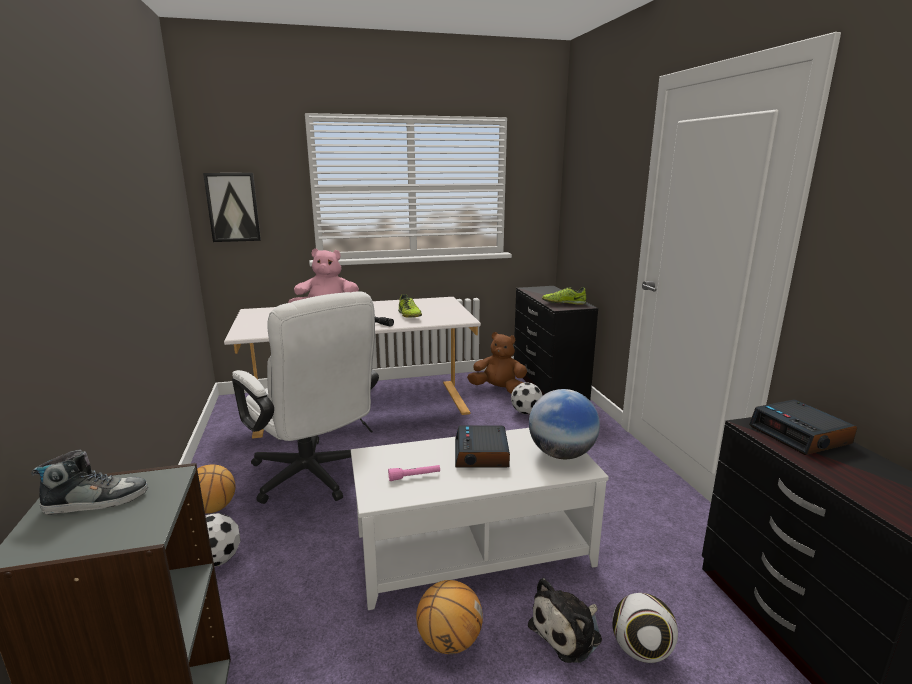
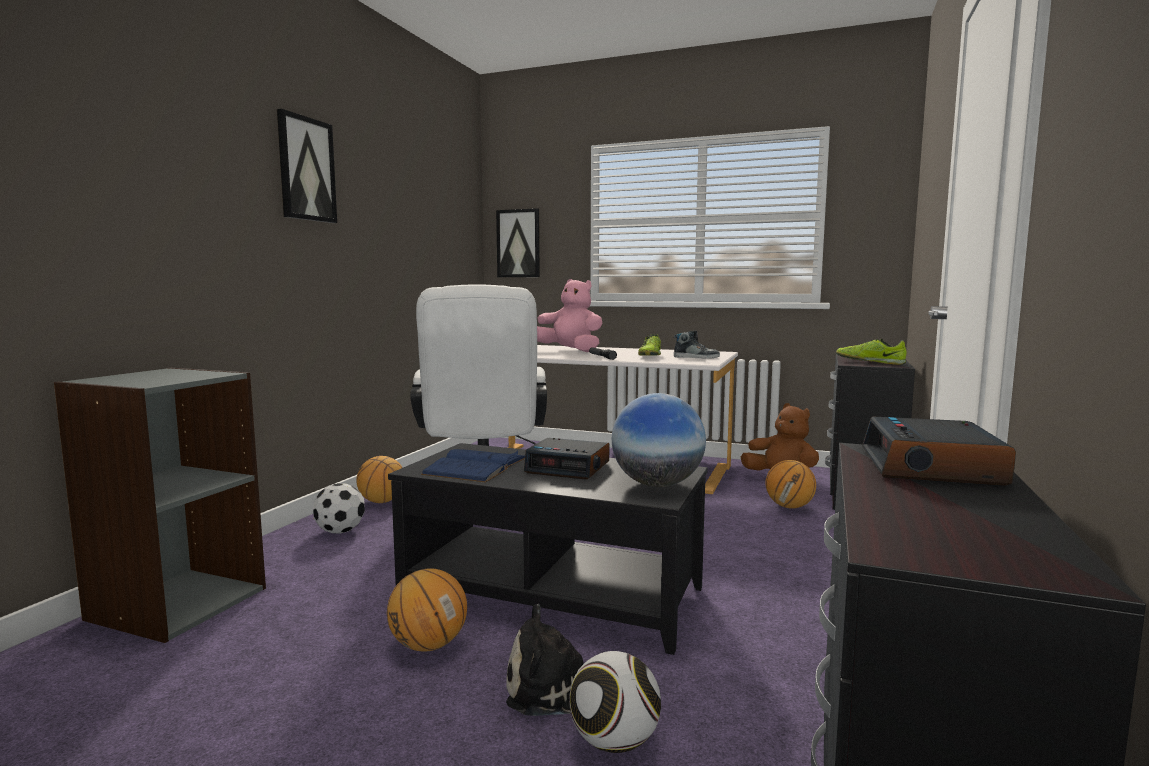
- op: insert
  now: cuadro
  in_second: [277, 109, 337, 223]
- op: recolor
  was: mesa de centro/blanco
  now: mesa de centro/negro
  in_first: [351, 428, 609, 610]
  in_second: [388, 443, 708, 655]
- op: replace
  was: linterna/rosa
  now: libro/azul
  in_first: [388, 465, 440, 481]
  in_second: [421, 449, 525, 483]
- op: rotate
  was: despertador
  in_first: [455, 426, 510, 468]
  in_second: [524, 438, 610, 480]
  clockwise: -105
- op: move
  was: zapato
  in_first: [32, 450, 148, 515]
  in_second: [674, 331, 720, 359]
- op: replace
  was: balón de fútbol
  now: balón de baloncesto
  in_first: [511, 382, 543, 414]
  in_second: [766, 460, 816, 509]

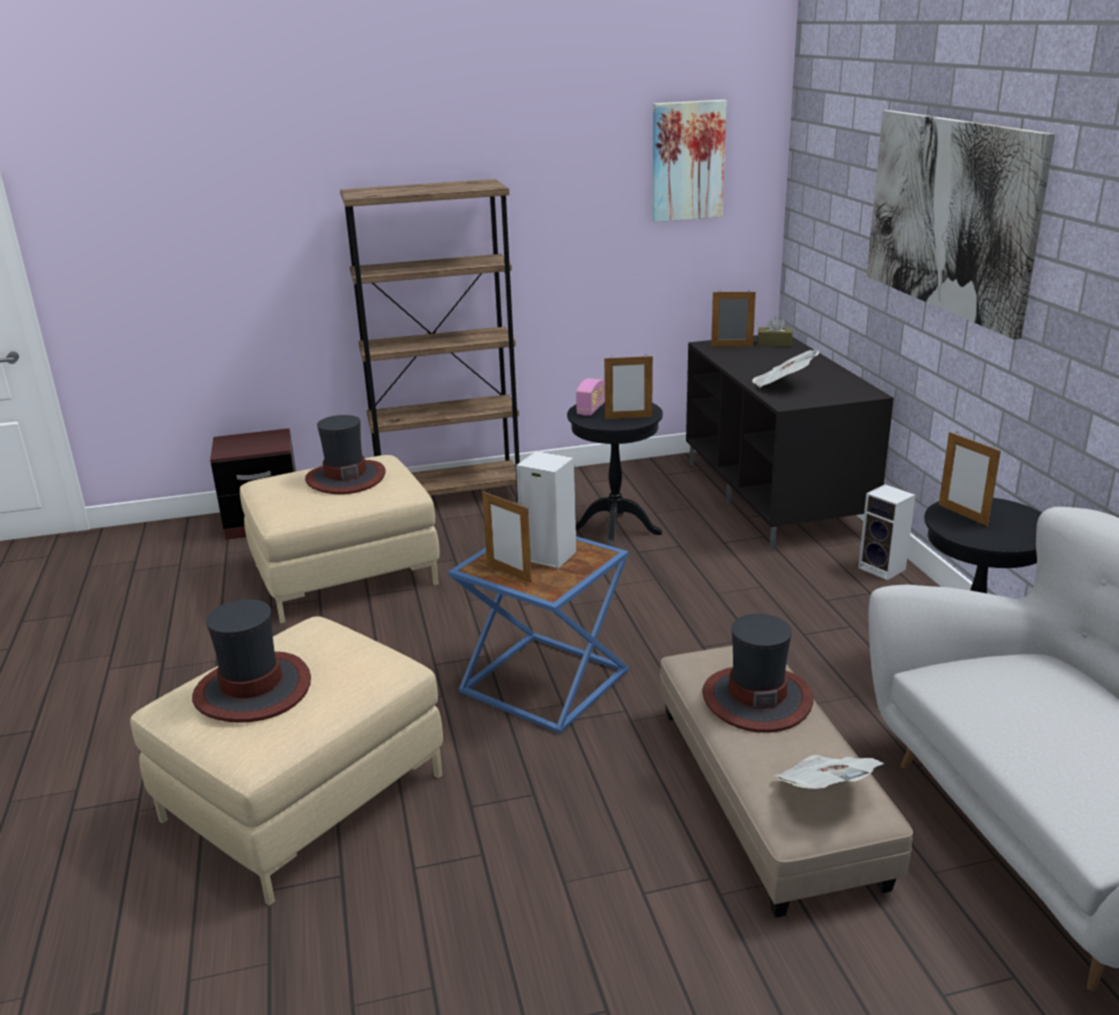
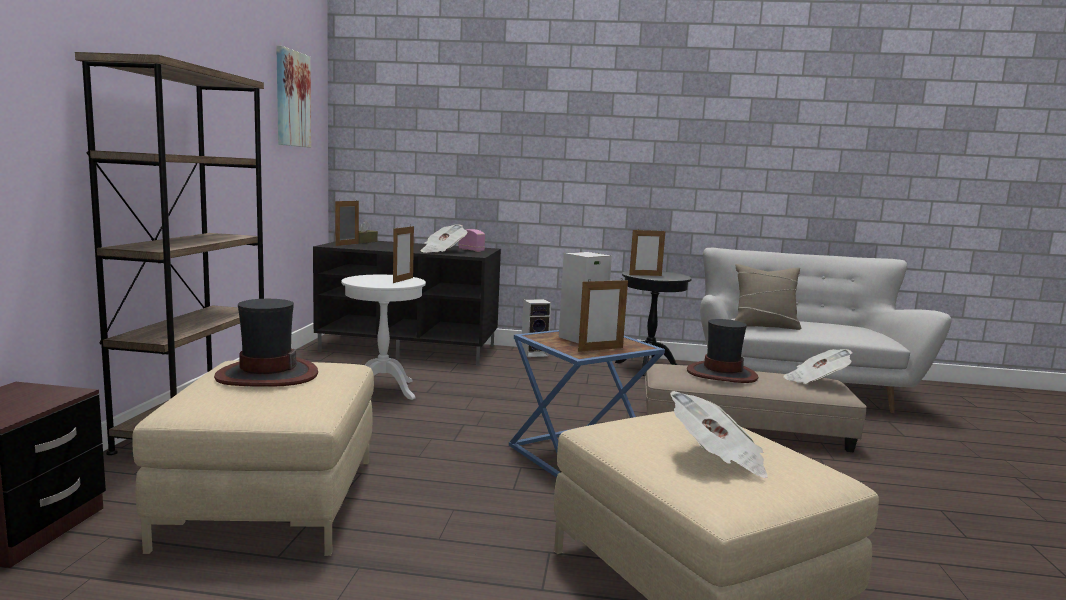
- op: recolor
  was: mesa auxiliar/negro
  now: mesa auxiliar/blanco
  in_first: [567, 402, 663, 547]
  in_second: [341, 275, 426, 400]
- op: move
  was: radio
  in_first: [576, 378, 605, 416]
  in_second: [458, 229, 485, 252]
- op: replace
  was: sombrero
  now: periódico
  in_first: [192, 599, 311, 723]
  in_second: [670, 391, 768, 478]
- op: insert
  now: cojín/beis
  in_second: [735, 264, 801, 330]
- op: delete
  was: cuadro
  in_first: [866, 110, 1055, 340]

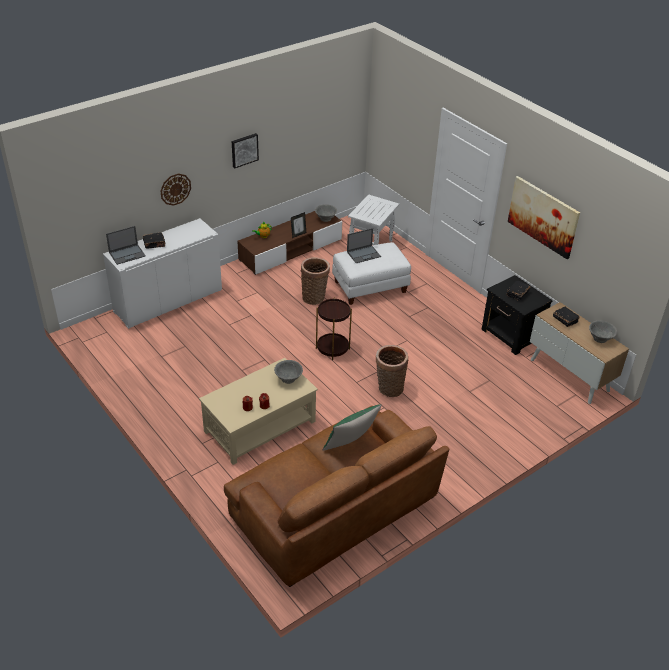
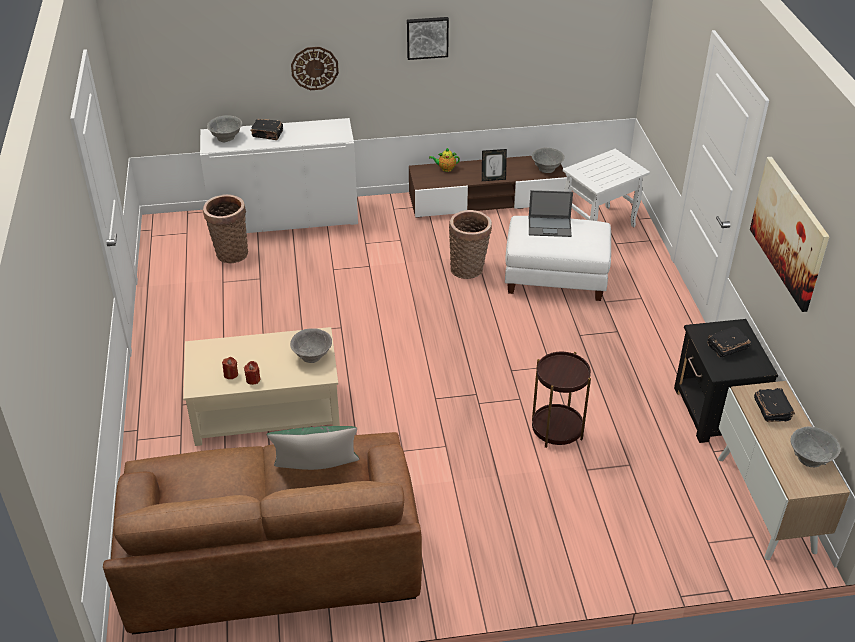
- op: move
  was: cesta
  in_first: [376, 345, 408, 397]
  in_second: [203, 194, 248, 263]
- op: replace
  was: portátil
  now: cuenco/gris
  in_first: [106, 226, 146, 265]
  in_second: [207, 115, 242, 142]
- op: move
  was: mesa auxiliar/marrón
  in_first: [316, 298, 352, 360]
  in_second: [532, 352, 591, 448]

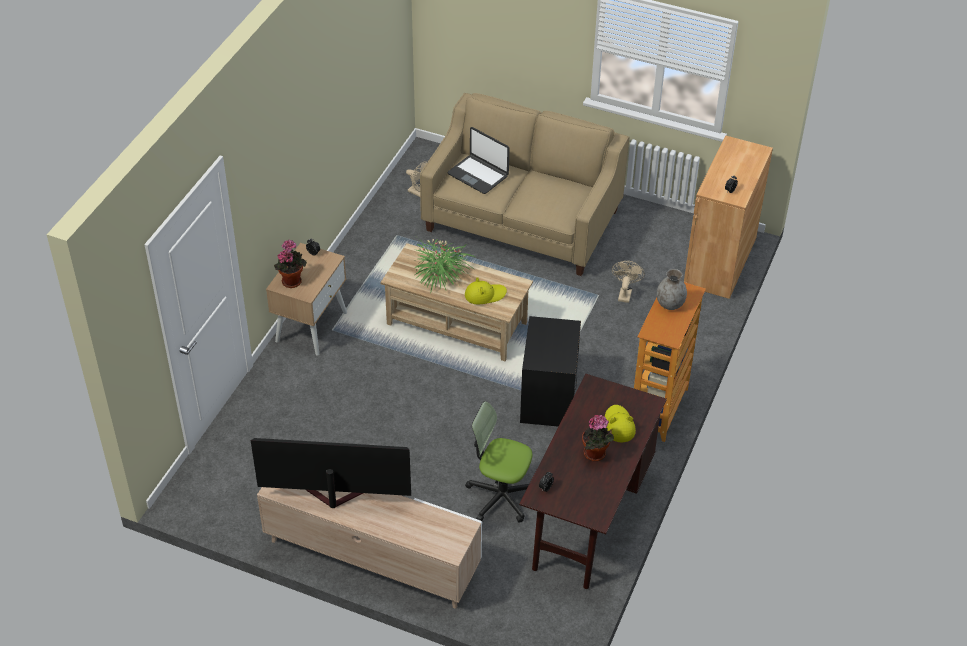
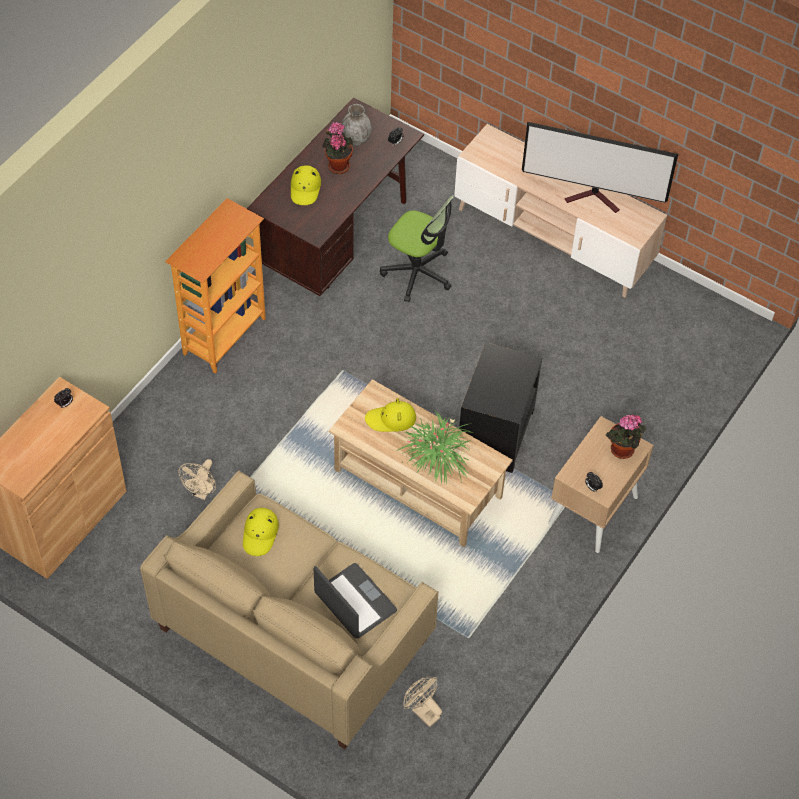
- op: insert
  now: sombrero/amarillo
  in_second: [243, 508, 279, 556]
- op: move
  was: florero/gris
  in_first: [657, 269, 687, 310]
  in_second: [342, 104, 372, 146]
- op: move
  was: mesa auxiliar/negro
  in_first: [520, 316, 581, 427]
  in_second: [459, 342, 542, 473]

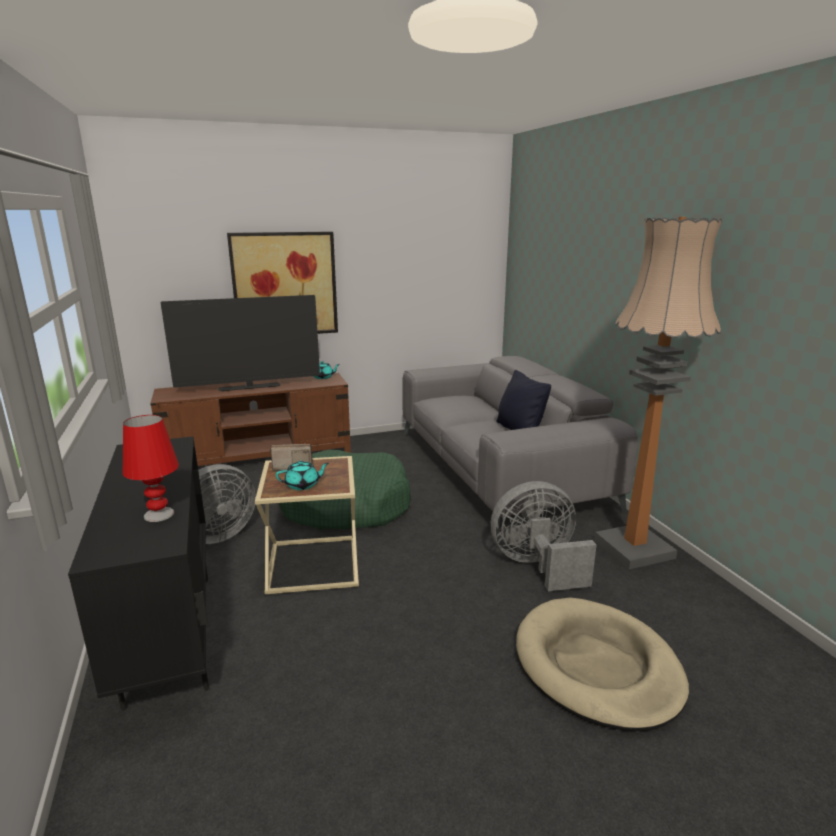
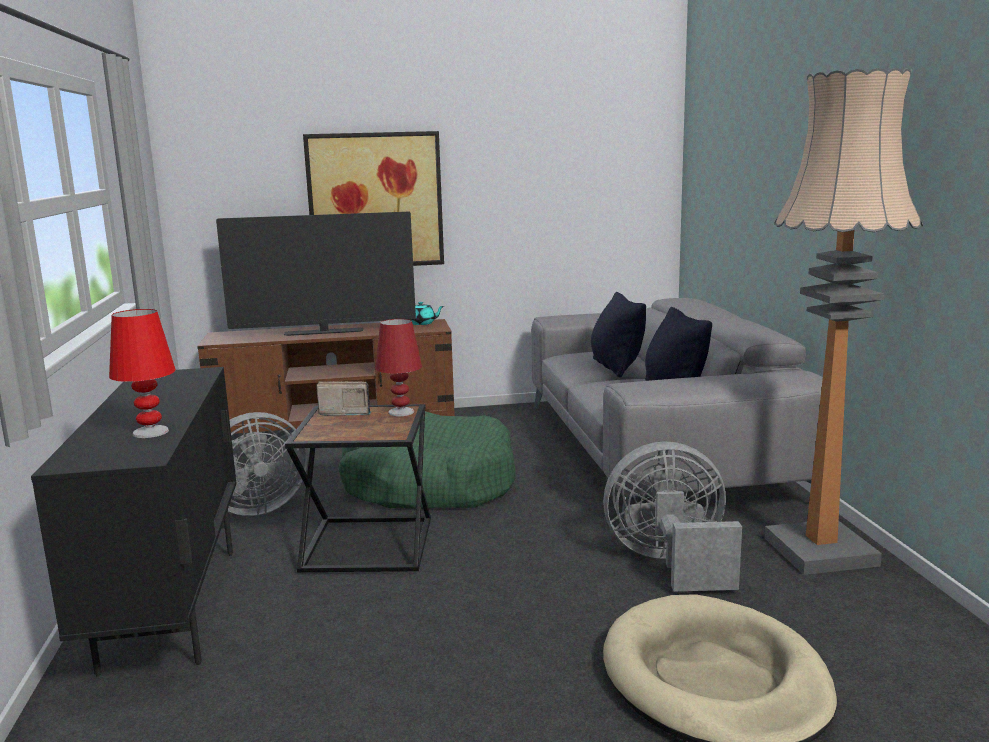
- op: recolor
  was: mesa auxiliar/beis
  now: mesa auxiliar/negro
  in_first: [255, 456, 359, 594]
  in_second: [285, 404, 431, 572]
- op: insert
  now: lámpara de mesa/rojo
  in_second: [375, 319, 422, 416]
- op: insert
  now: cojín/negro
  in_second: [591, 292, 646, 377]
- op: delete
  was: tetera/turquesa
  in_first: [276, 461, 329, 490]

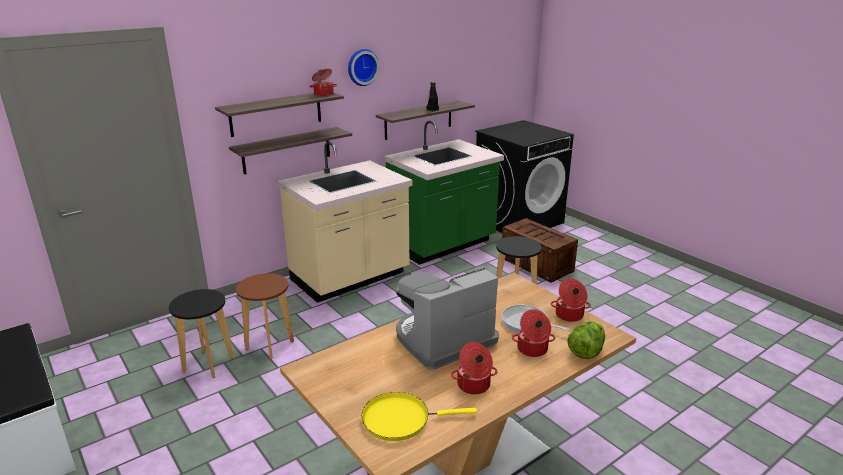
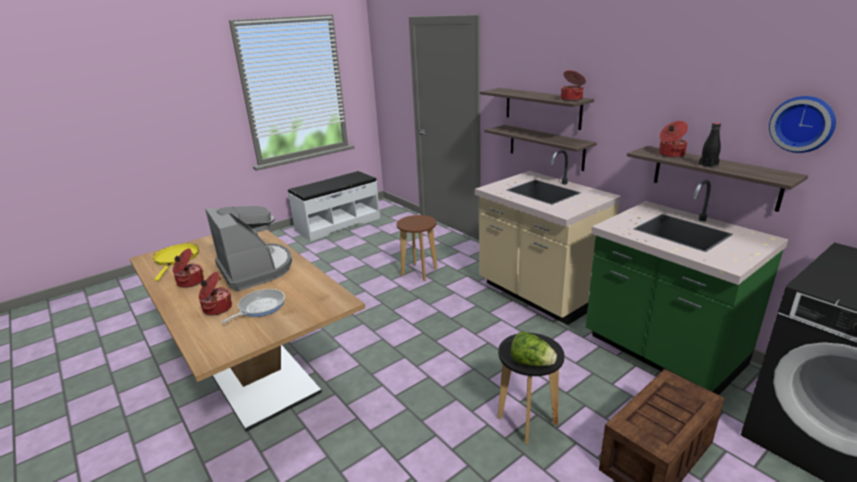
- op: move
  was: lechuga
  in_first: [567, 321, 605, 359]
  in_second: [511, 331, 557, 366]
- op: move
  was: olla
  in_first: [551, 278, 591, 322]
  in_second: [659, 121, 688, 158]
- op: move
  was: reloj de pared
  in_first: [348, 49, 379, 86]
  in_second: [769, 96, 836, 153]
- op: delete
  was: taburete/negro
  in_first: [169, 289, 234, 378]

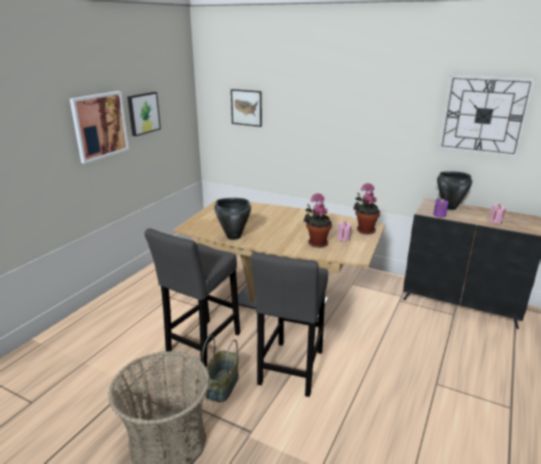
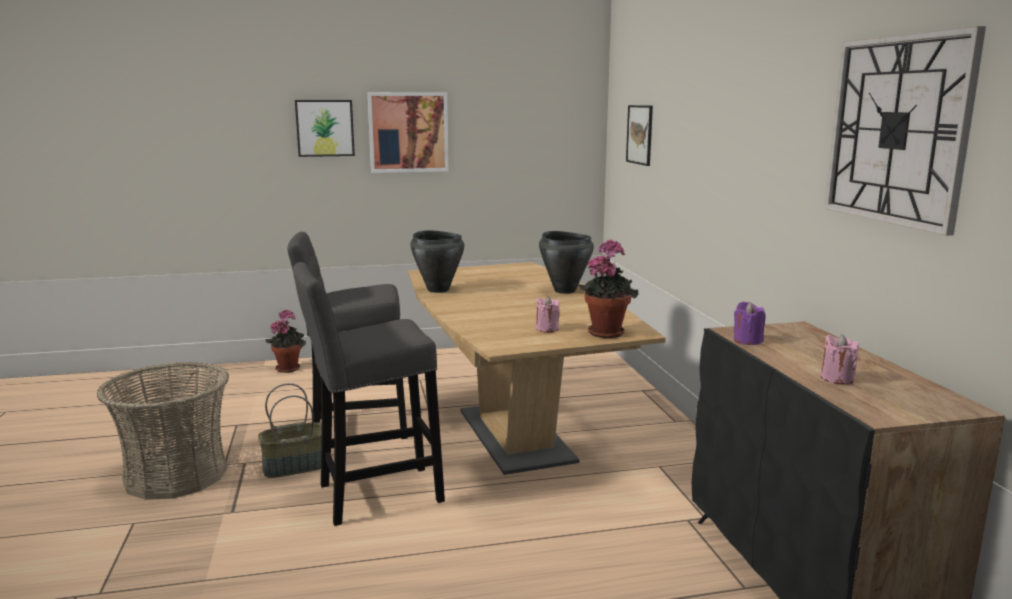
- op: move
  was: planta en maceta
  in_first: [304, 193, 332, 248]
  in_second: [265, 309, 306, 373]
- op: move
  was: cuadro
  in_first: [127, 92, 161, 136]
  in_second: [295, 100, 355, 157]
- op: move
  was: olla/negro
  in_first: [437, 171, 472, 210]
  in_second: [539, 231, 594, 294]

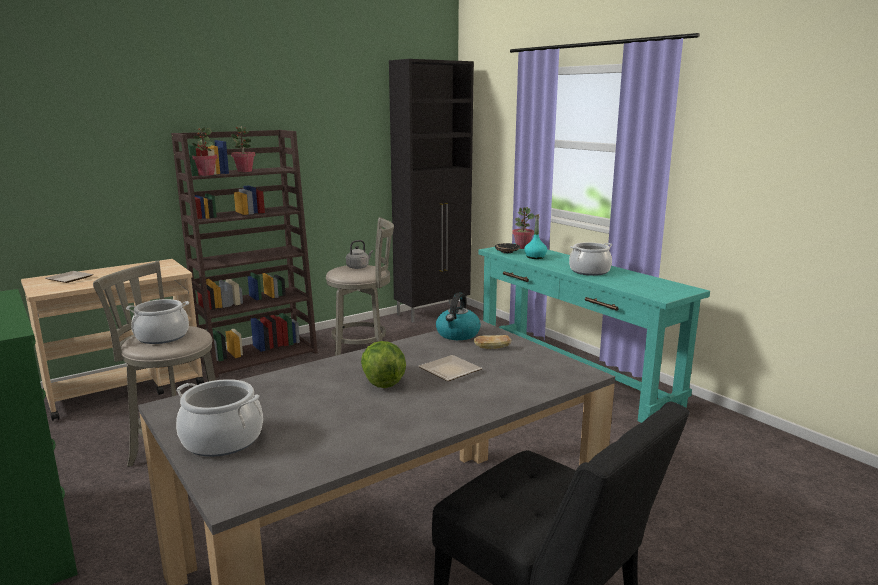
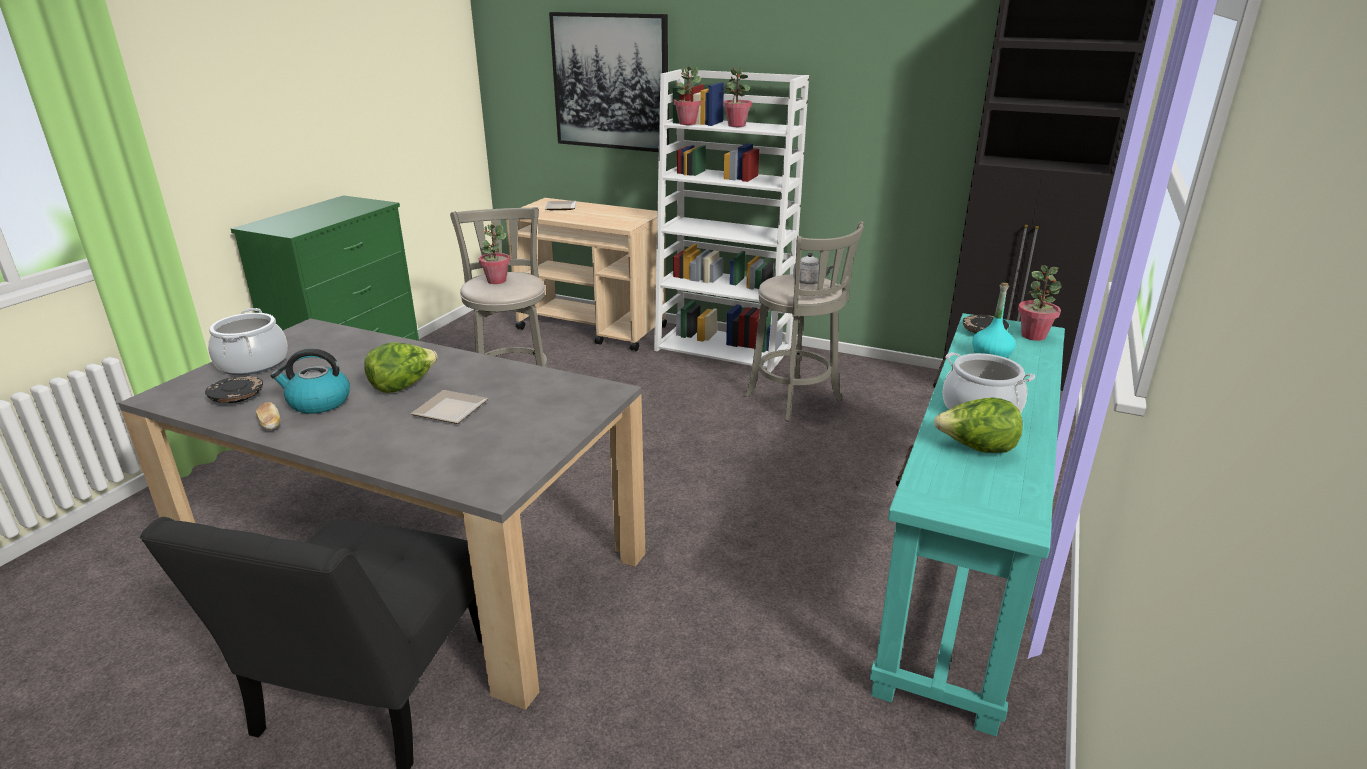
- op: insert
  now: plato/negro
  in_second: [205, 376, 263, 403]
- op: move
  was: pan
  in_first: [474, 335, 512, 349]
  in_second: [256, 402, 281, 430]
- op: move
  was: hervidor
  in_first: [436, 293, 481, 340]
  in_second: [270, 349, 350, 414]
- op: replace
  was: olla
  now: planta en maceta
  in_first: [126, 299, 189, 344]
  in_second: [479, 223, 510, 284]
- op: insert
  now: cuadro
  in_second: [549, 12, 669, 152]
- op: recolor
  was: estantería/marrón
  now: estantería/blanco
  in_first: [171, 130, 318, 378]
  in_second: [654, 69, 809, 373]
- op: insert
  now: lechuga
  in_second: [934, 397, 1023, 453]

